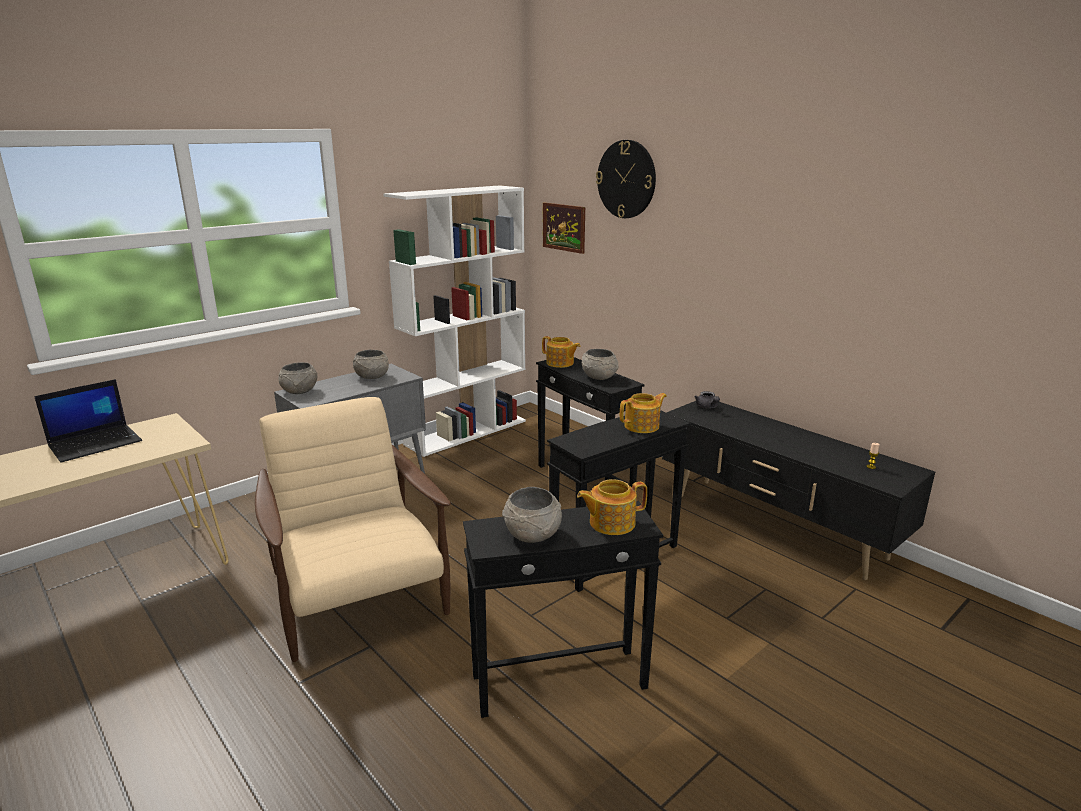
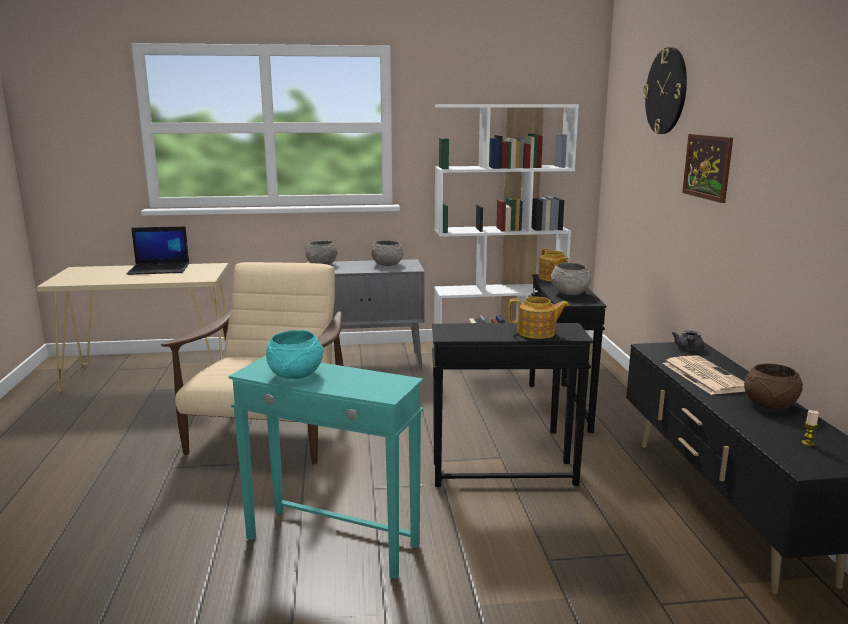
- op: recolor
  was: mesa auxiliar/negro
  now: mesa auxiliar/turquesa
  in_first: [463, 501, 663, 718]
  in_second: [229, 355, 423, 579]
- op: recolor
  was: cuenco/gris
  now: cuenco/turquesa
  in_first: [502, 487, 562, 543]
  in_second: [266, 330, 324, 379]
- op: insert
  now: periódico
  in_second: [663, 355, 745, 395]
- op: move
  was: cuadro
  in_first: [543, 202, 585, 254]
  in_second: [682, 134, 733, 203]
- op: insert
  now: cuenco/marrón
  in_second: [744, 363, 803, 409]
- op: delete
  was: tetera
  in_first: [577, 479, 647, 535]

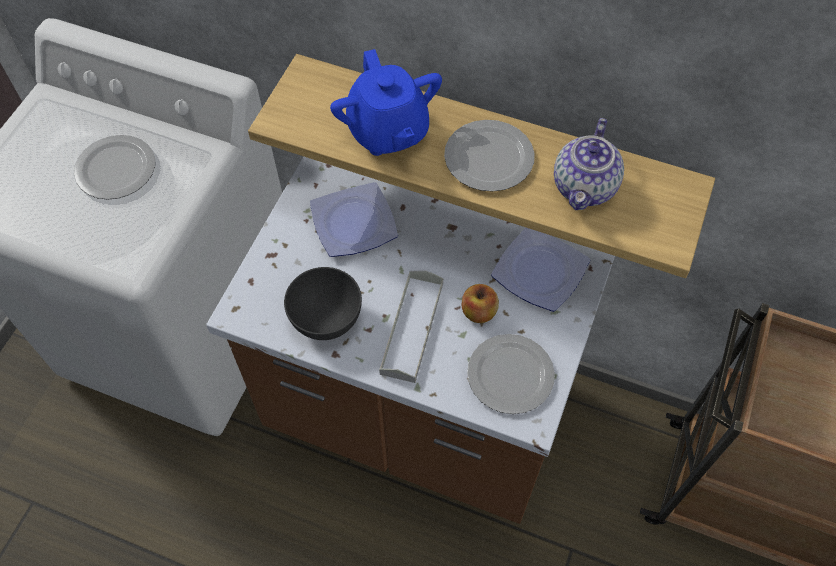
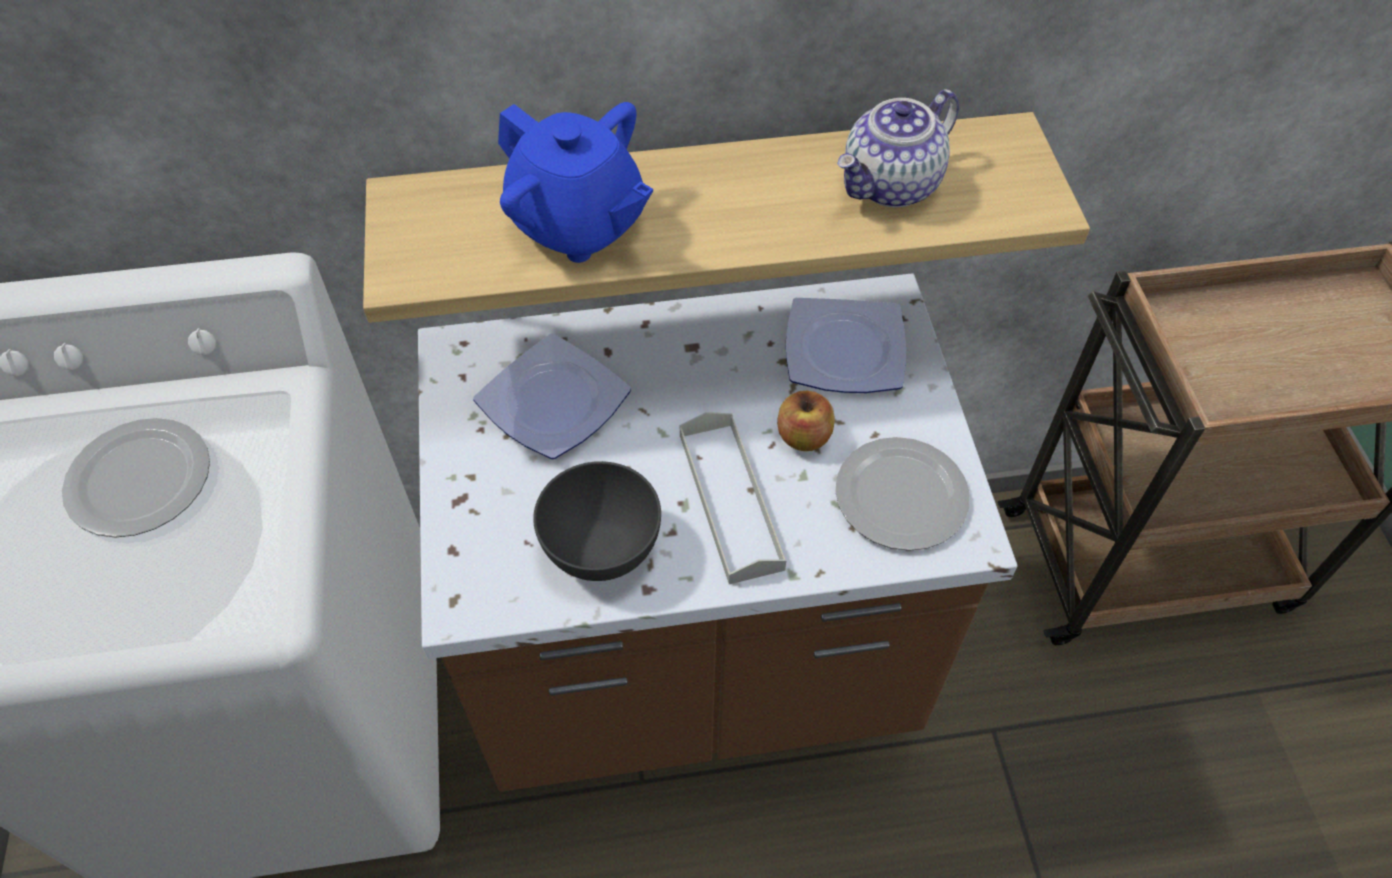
- op: rotate
  was: tetera
  in_first: [554, 118, 624, 210]
  in_second: [837, 89, 959, 207]
  clockwise: 60
- op: delete
  was: plato
  in_first: [444, 120, 535, 192]

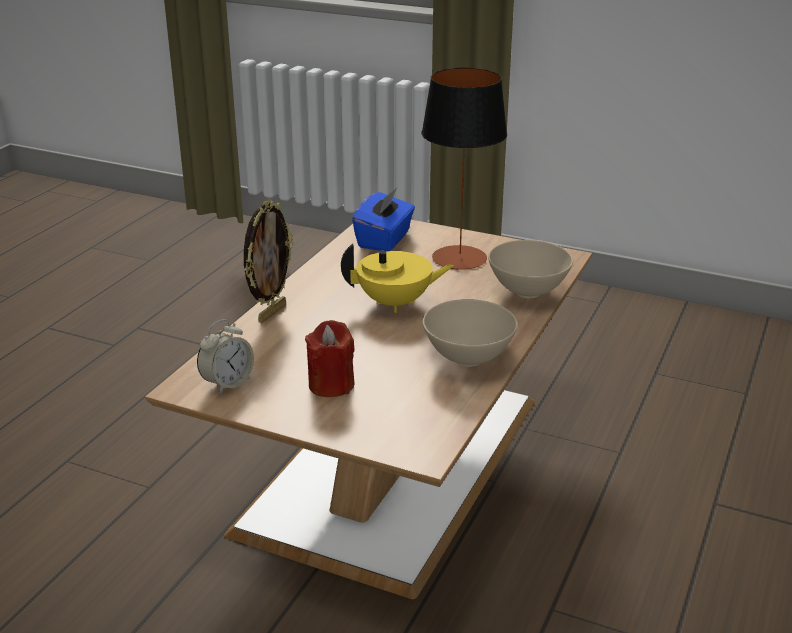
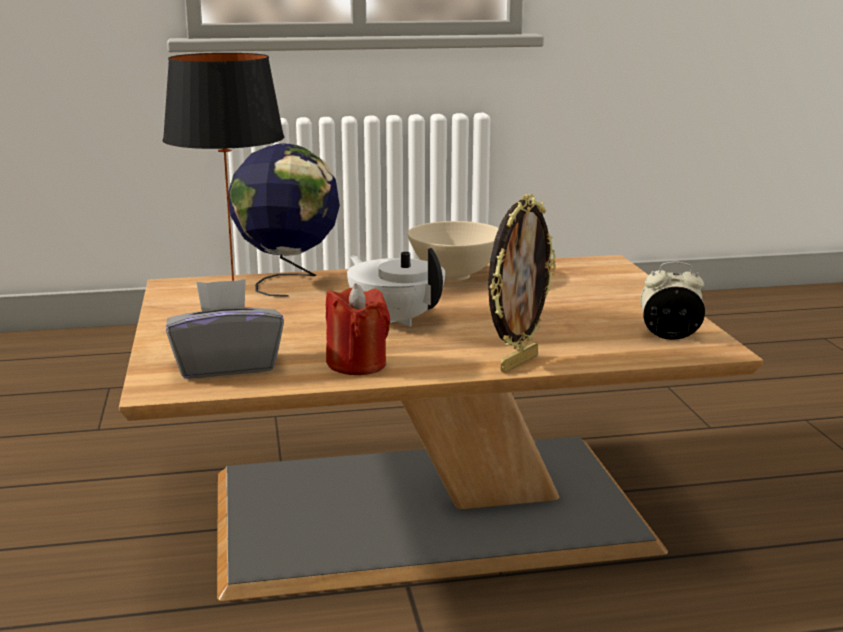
- op: recolor
  was: caja de pañuelos/azul
  now: caja de pañuelos/gris
  in_first: [352, 188, 415, 251]
  in_second: [166, 279, 284, 379]
- op: replace
  was: cuenco/beis
  now: globo terráqueo
  in_first: [488, 240, 573, 298]
  in_second: [228, 143, 340, 297]
- op: move
  was: vela/rojo
  in_first: [305, 320, 355, 397]
  in_second: [326, 284, 390, 375]
- op: recolor
  was: tetera/amarillo
  now: tetera/blanco
  in_first: [341, 244, 454, 313]
  in_second: [347, 248, 445, 327]
- op: rotate
  was: portarretratos
  in_first: [244, 200, 294, 323]
  in_second: [488, 194, 556, 373]
  clockwise: 135

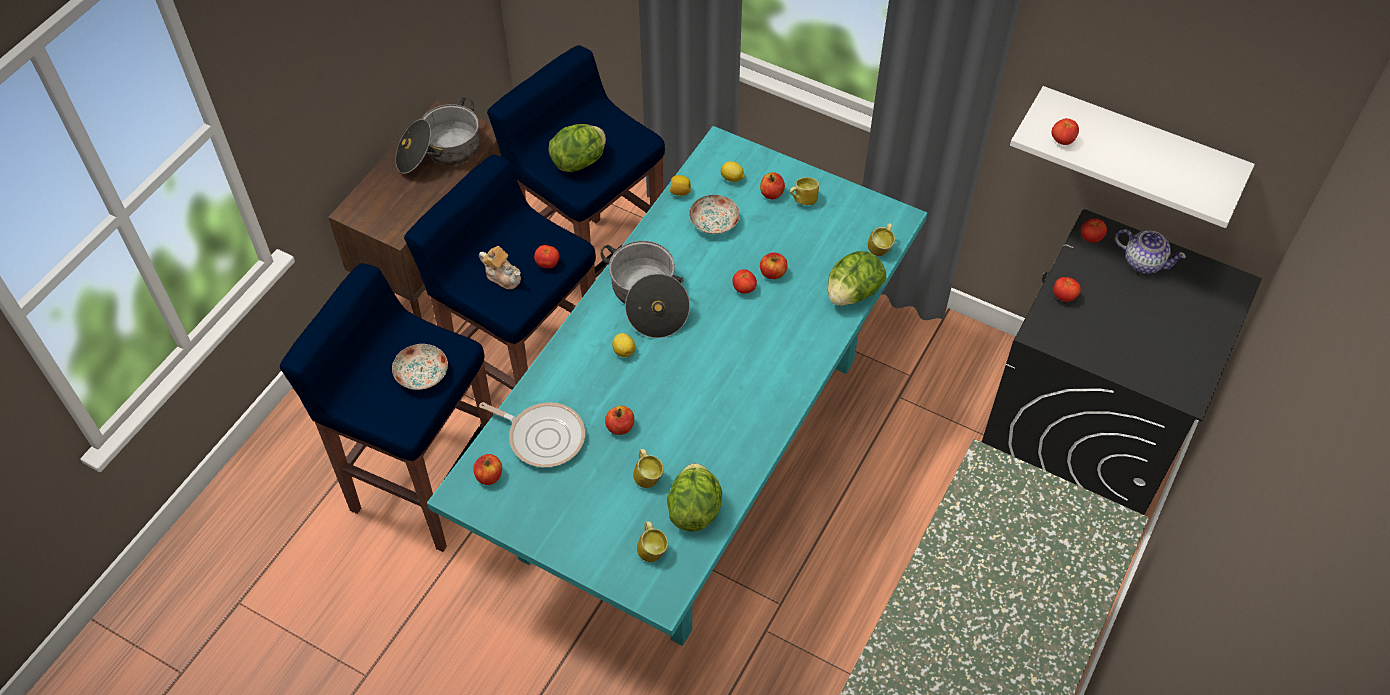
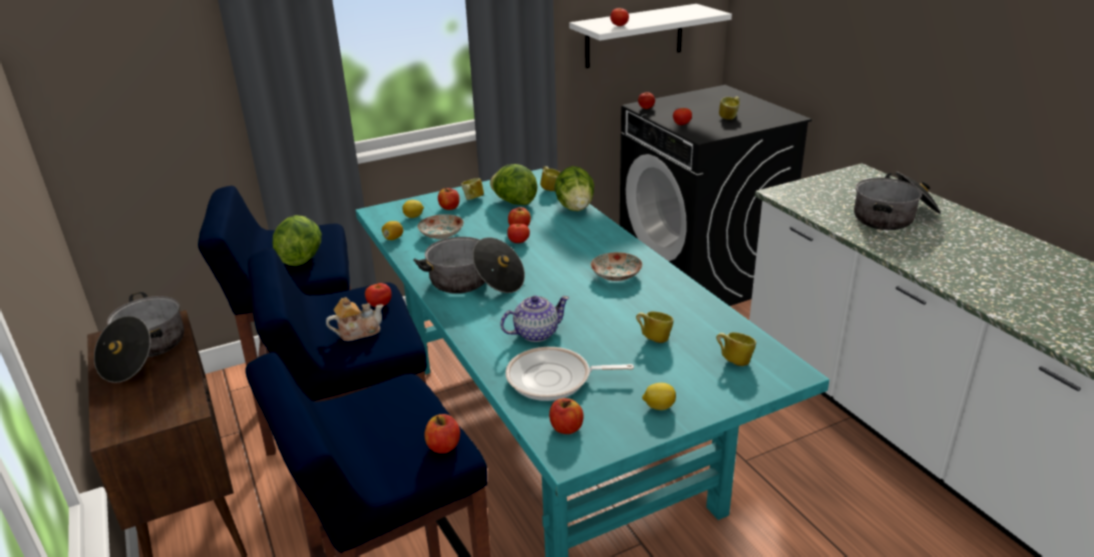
- op: move
  was: manzana
  in_first: [605, 406, 634, 435]
  in_second: [425, 414, 460, 454]
- op: move
  was: lechuga
  in_first: [667, 463, 722, 532]
  in_second: [490, 164, 537, 205]
- op: move
  was: tetera
  in_first: [1115, 229, 1186, 274]
  in_second: [500, 296, 570, 342]
- op: rotate
  was: sartén
  in_first: [479, 402, 585, 467]
  in_second: [505, 347, 634, 401]
  clockwise: -150
- op: move
  was: plato
  in_first: [392, 344, 448, 390]
  in_second: [591, 252, 642, 281]
- op: move
  was: limón
  in_first: [612, 333, 635, 357]
  in_second: [642, 383, 676, 410]
- op: insert
  now: taza grande
  in_second: [719, 96, 740, 120]
- op: insert
  now: olla
  in_second: [854, 171, 941, 230]

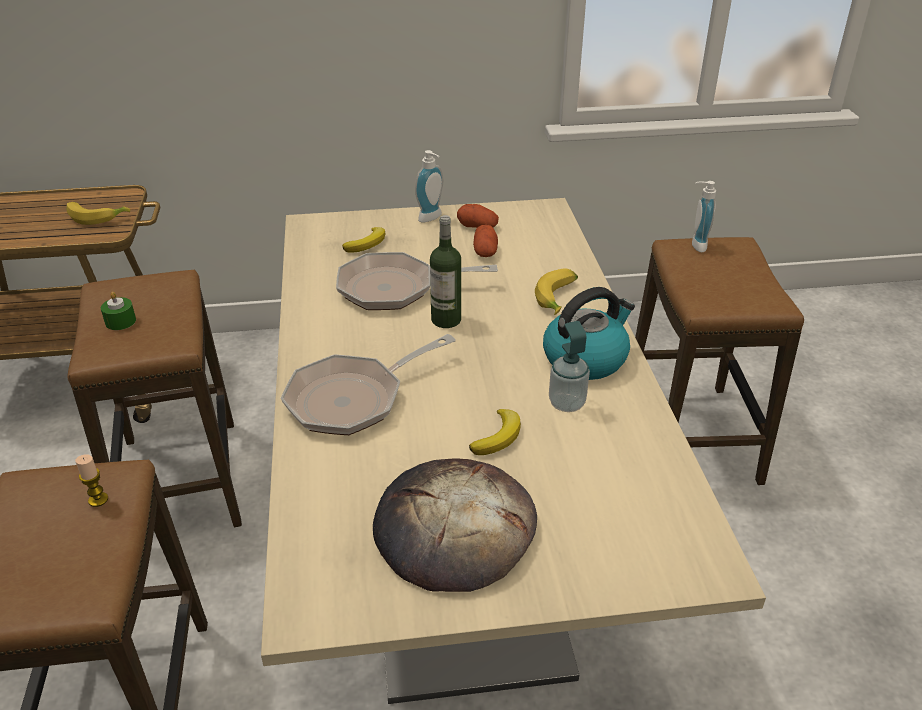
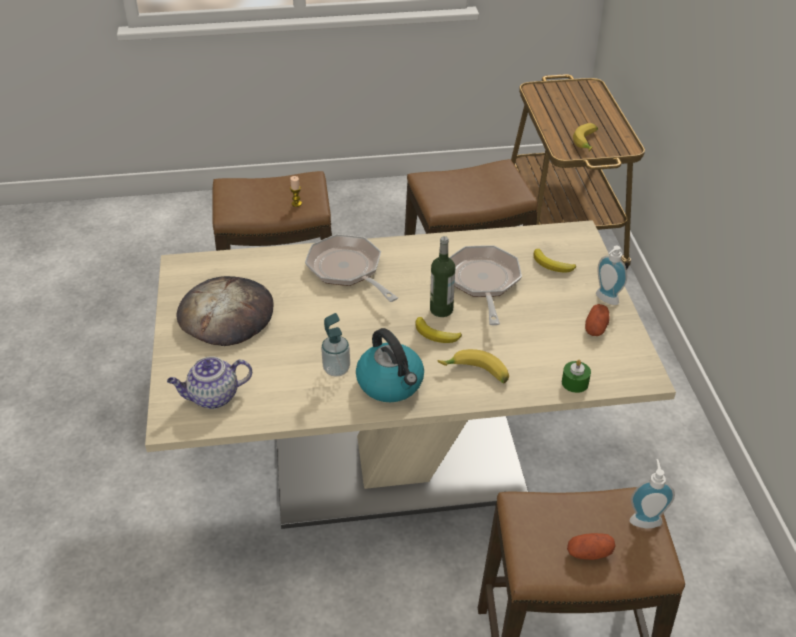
- op: insert
  now: tetera
  in_second: [167, 356, 252, 409]
- op: move
  was: plátano
  in_first: [469, 409, 521, 455]
  in_second: [415, 317, 462, 343]
- op: move
  was: vela/verde
  in_first: [101, 292, 136, 330]
  in_second: [562, 360, 591, 393]
- op: move
  was: patata
  in_first: [473, 225, 498, 257]
  in_second: [567, 533, 616, 560]

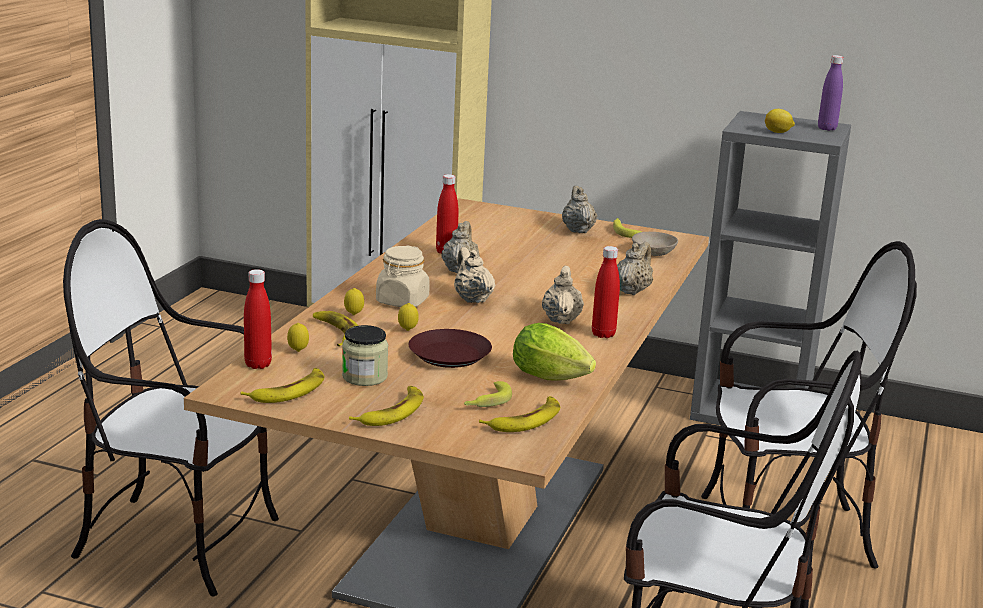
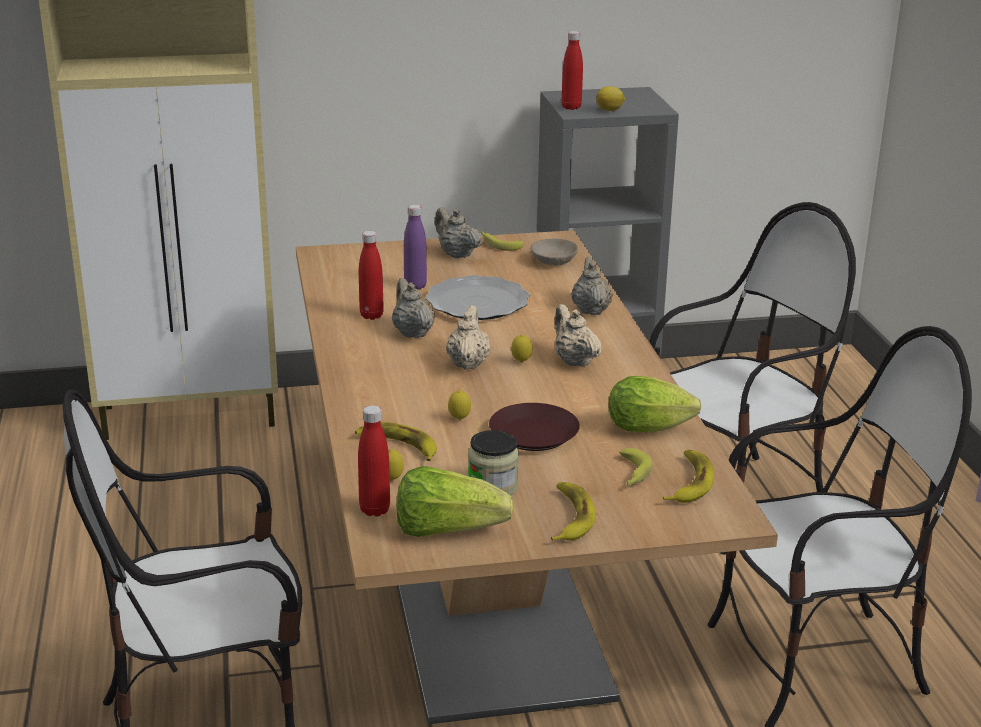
- op: replace
  was: plátano
  now: lechuga
  in_first: [240, 368, 325, 403]
  in_second: [397, 466, 514, 537]
- op: move
  was: botella/morado
  in_first: [818, 55, 843, 131]
  in_second: [404, 204, 427, 290]
- op: insert
  now: plato
  in_second: [425, 275, 530, 320]
- op: rotate
  was: tetera/beis
  in_first: [454, 247, 495, 303]
  in_second: [446, 305, 490, 370]
  clockwise: 60
- op: move
  was: limón
  in_first: [344, 288, 364, 315]
  in_second: [511, 334, 532, 362]
- op: move
  was: botella/rojo
  in_first: [592, 246, 620, 338]
  in_second: [561, 31, 583, 110]
- op: delete
  was: tarro/beis
  in_first: [376, 245, 430, 307]

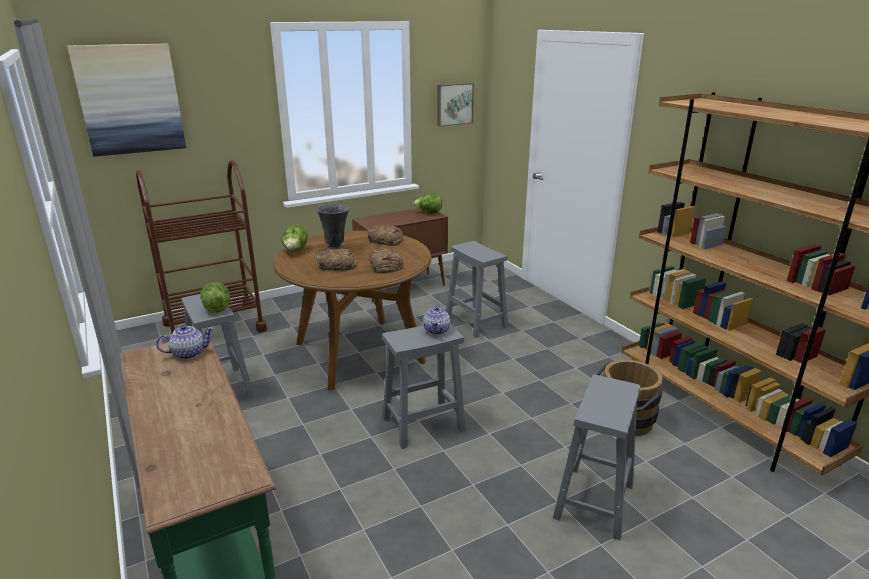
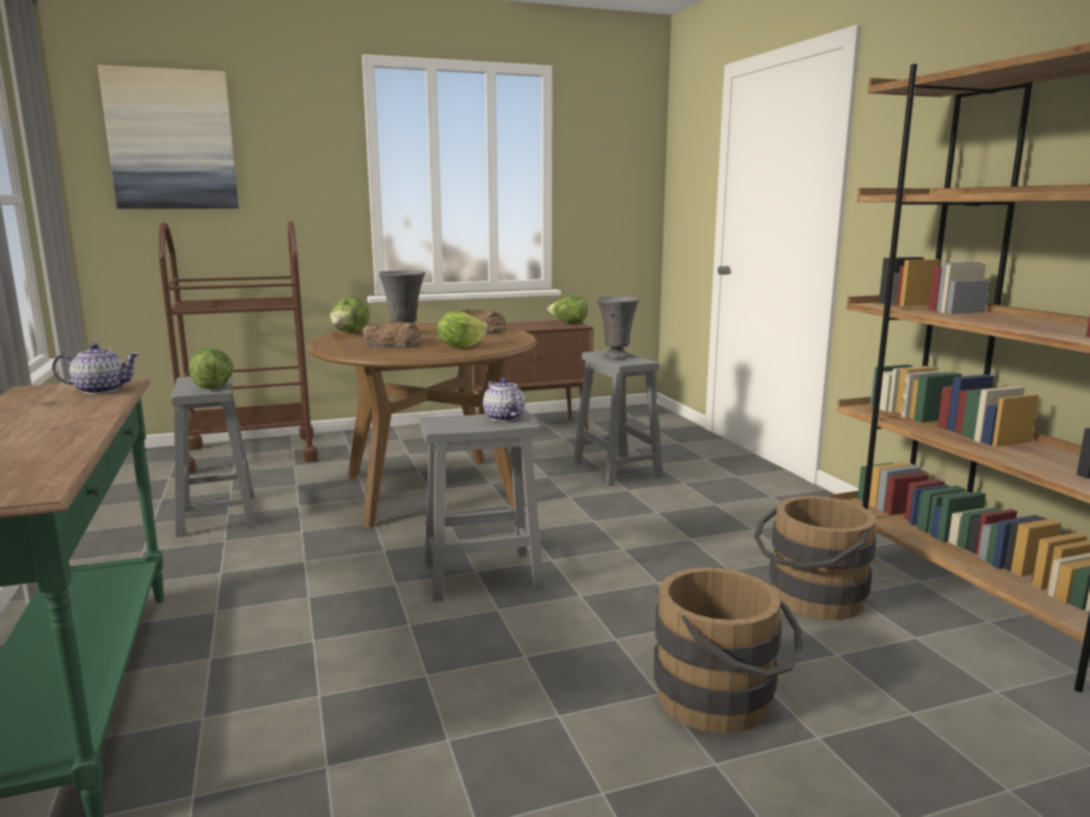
- op: replace
  was: pan
  now: lechuga
  in_first: [369, 247, 404, 273]
  in_second: [437, 312, 488, 348]
- op: rotate
  was: tetera
  in_first: [423, 304, 450, 335]
  in_second: [483, 378, 525, 422]
  clockwise: 135
- op: insert
  now: florero/gris
  in_second: [598, 296, 639, 359]
- op: replace
  was: taburete/gris
  now: cubo/marrón
  in_first: [553, 374, 640, 540]
  in_second: [654, 567, 803, 733]
- op: delete
  was: cuadro
  in_first: [437, 83, 474, 126]

